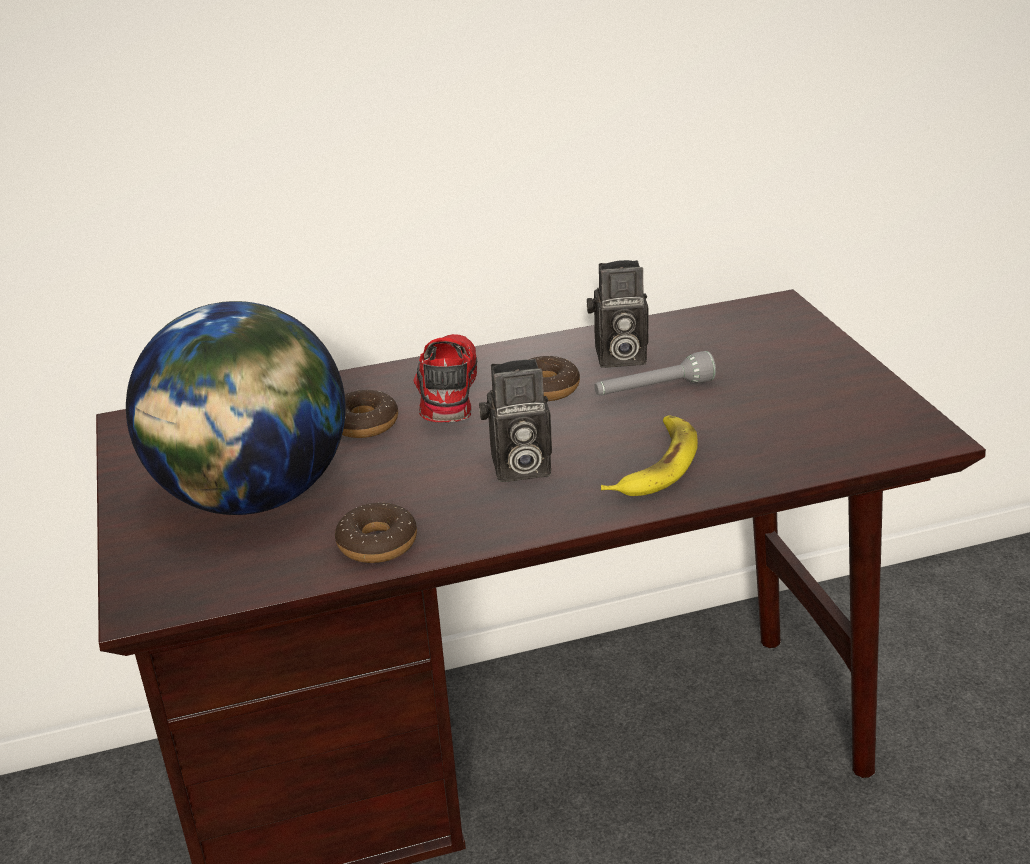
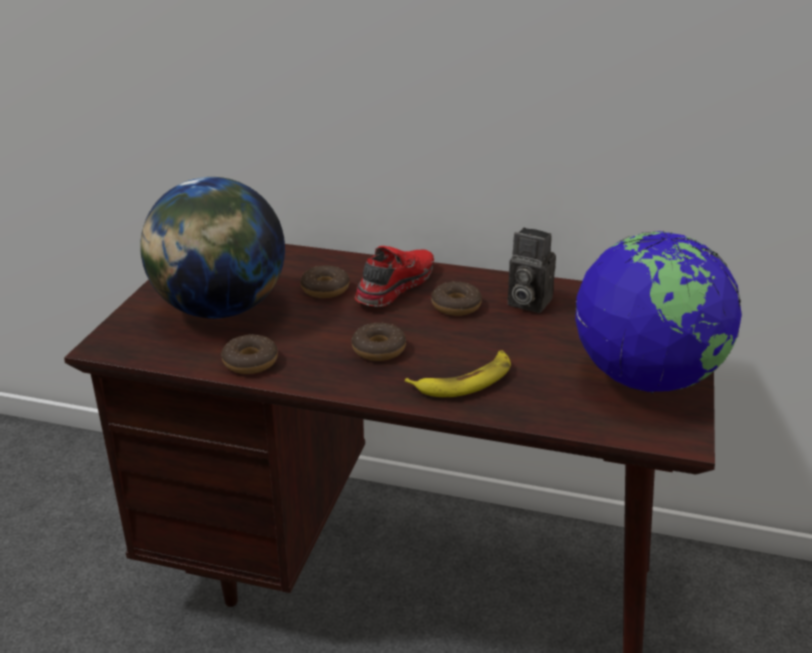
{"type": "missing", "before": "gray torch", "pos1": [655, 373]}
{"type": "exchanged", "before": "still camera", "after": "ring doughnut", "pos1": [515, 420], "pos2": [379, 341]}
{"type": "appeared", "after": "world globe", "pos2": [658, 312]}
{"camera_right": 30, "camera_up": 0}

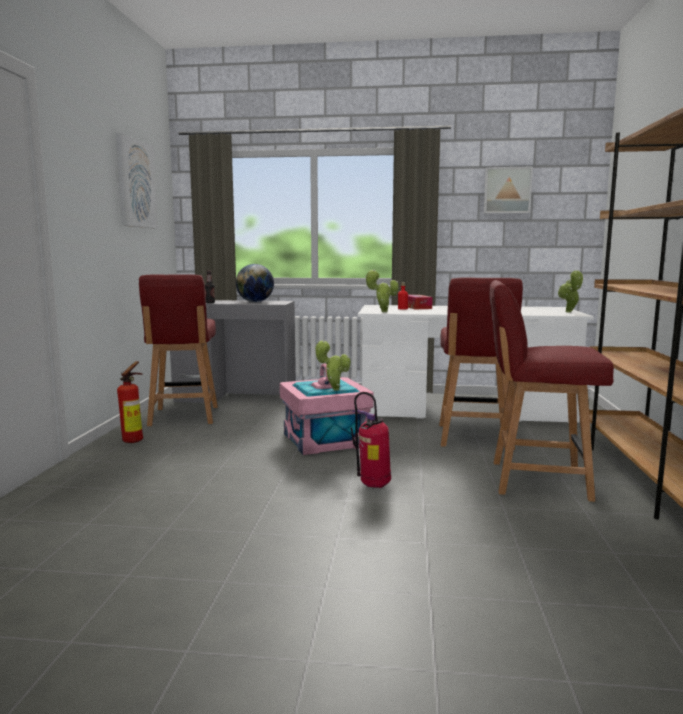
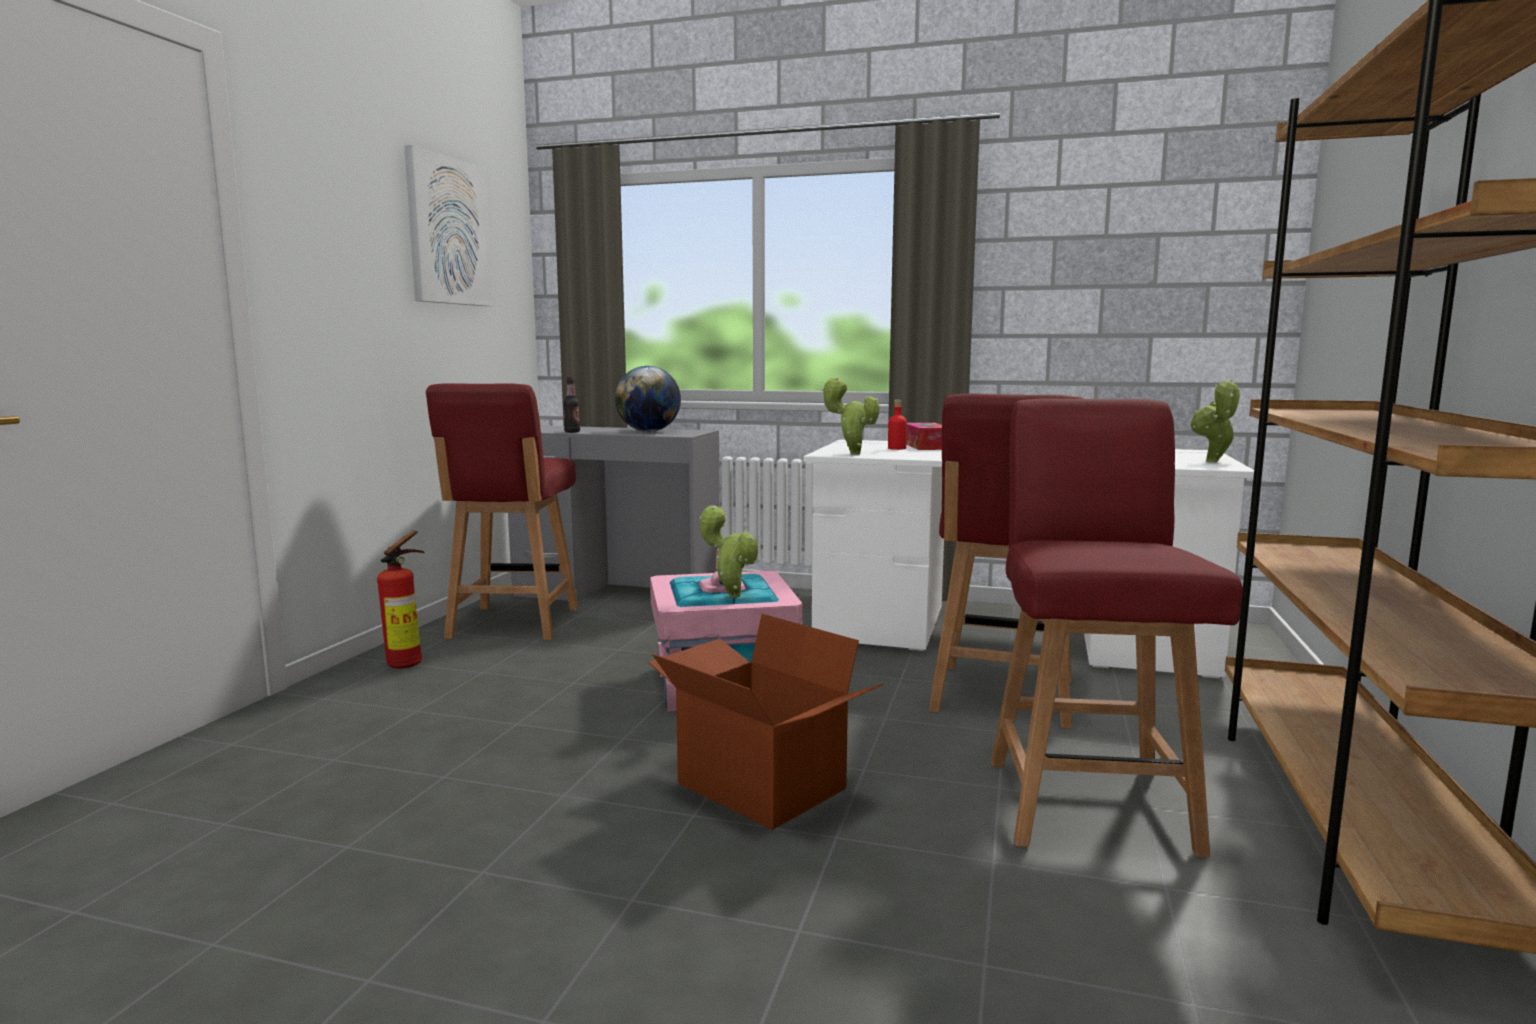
{"type": "missing", "before": "picture", "pos1": [508, 190]}
{"type": "spun", "before": "reddish upright chair", "pos1": [551, 391], "pos2": [1117, 628], "turn": 75}
{"type": "exchanged", "before": "fire-fighting cylinder", "after": "packing box", "pos1": [371, 440], "pos2": [765, 722]}
{"camera_right": 10, "camera_up": 0}

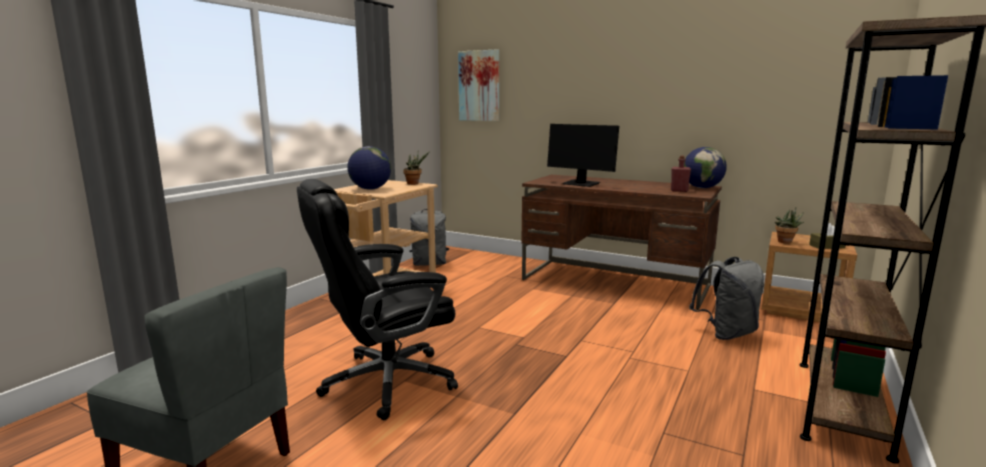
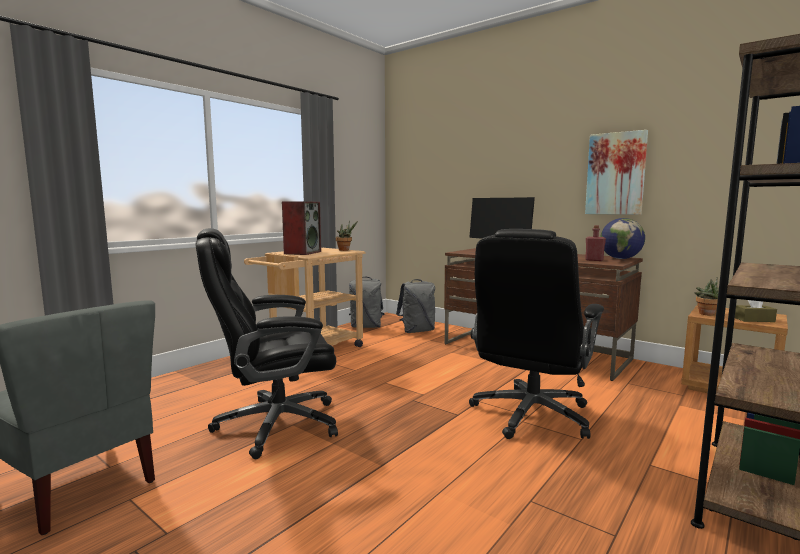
{"type": "relocated", "before": "picture", "pos1": [478, 85], "pos2": [616, 172]}
{"type": "exchanged", "before": "world globe", "after": "audio speaker", "pos1": [369, 168], "pos2": [301, 228]}
{"type": "relocated", "before": "gray backpack", "pos1": [726, 298], "pos2": [415, 306]}
{"type": "appeared", "after": "blackish desk chair", "pos2": [536, 334]}
{"camera_right": 10, "camera_up": -5}

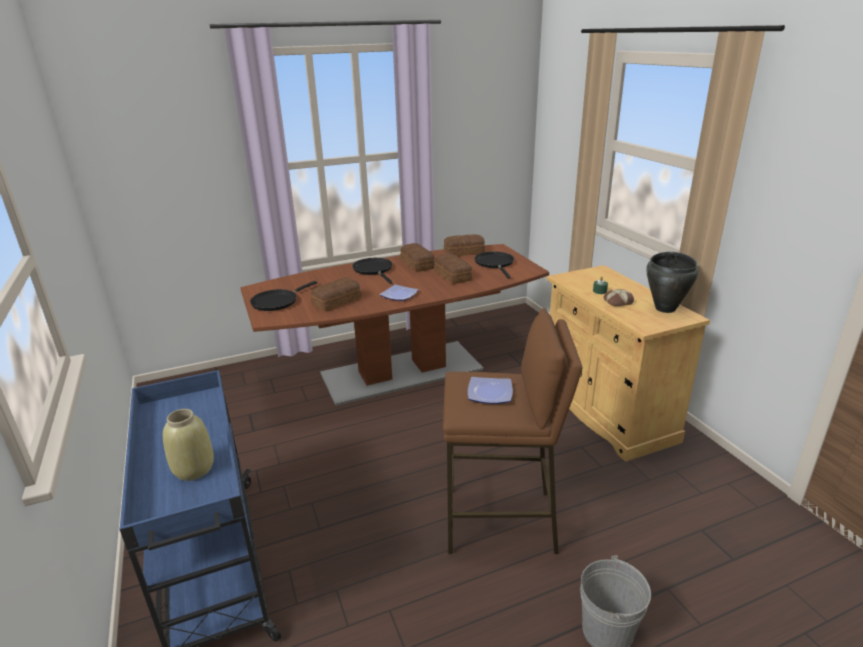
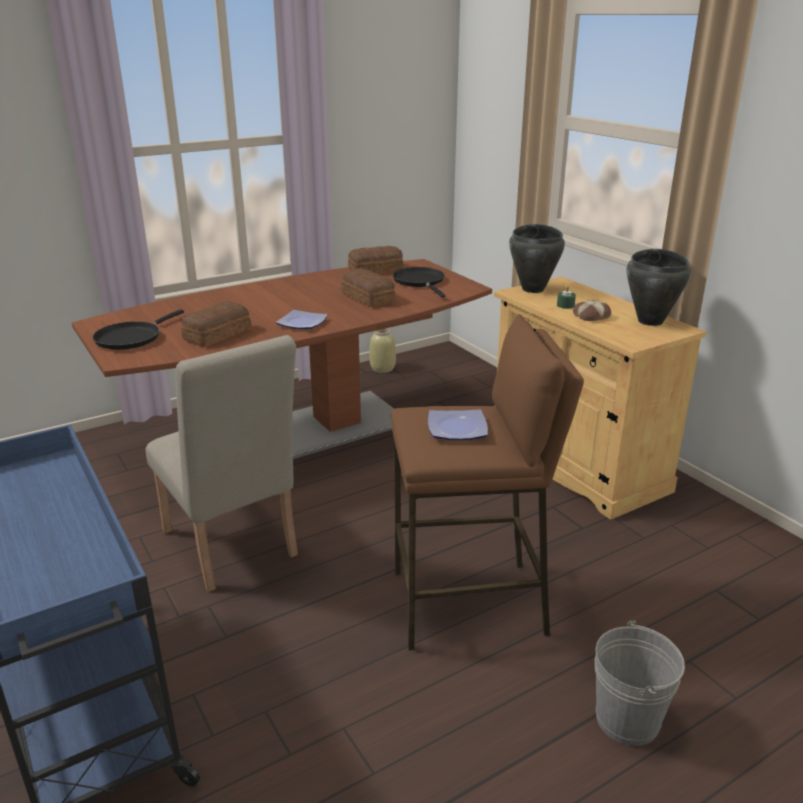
{"type": "missing", "before": "bakery bread", "pos1": [417, 257]}
{"type": "missing", "before": "blackish frying pan", "pos1": [372, 271]}
{"type": "relocated", "before": "beige decorative vase", "pos1": [188, 445], "pos2": [382, 350]}
{"type": "appeared", "after": "blackish cooking pot", "pos2": [537, 258]}
{"type": "appeared", "after": "beige upright chair", "pos2": [222, 463]}
{"camera_right": -10, "camera_up": 0}

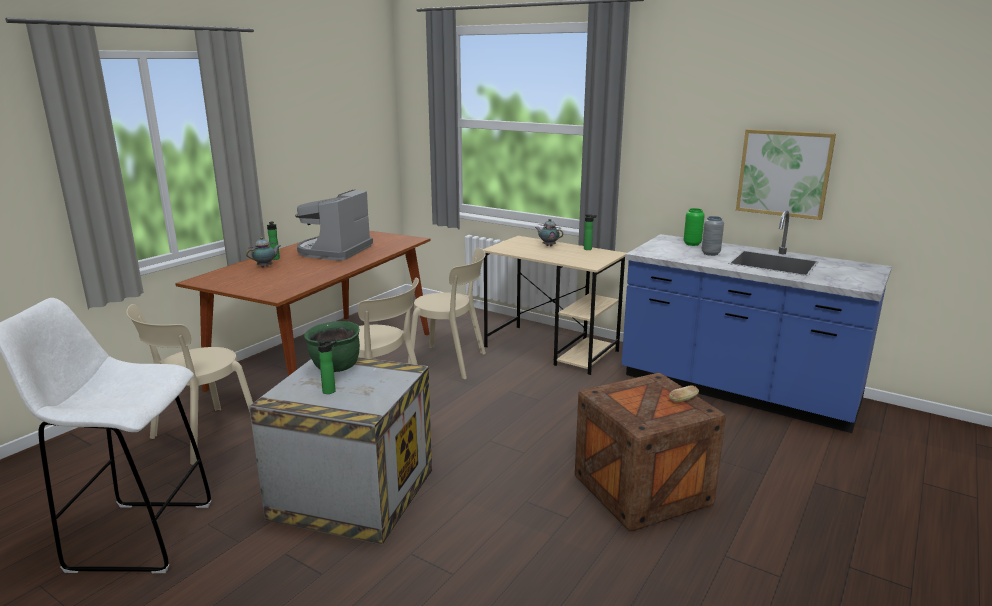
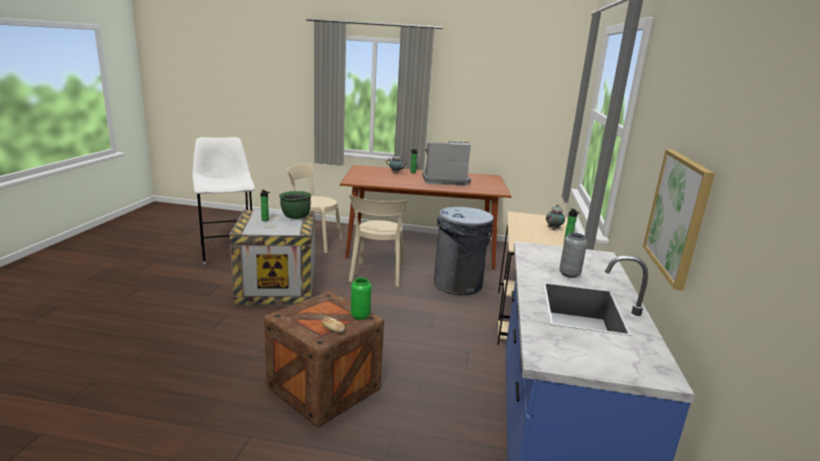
{"type": "relocated", "before": "greenish decorative vase", "pos1": [694, 227], "pos2": [361, 299]}
{"type": "exchanged", "before": "beige upright chair", "after": "gray rubbish bin", "pos1": [447, 313], "pos2": [463, 251]}
{"camera_right": 65, "camera_up": 0}

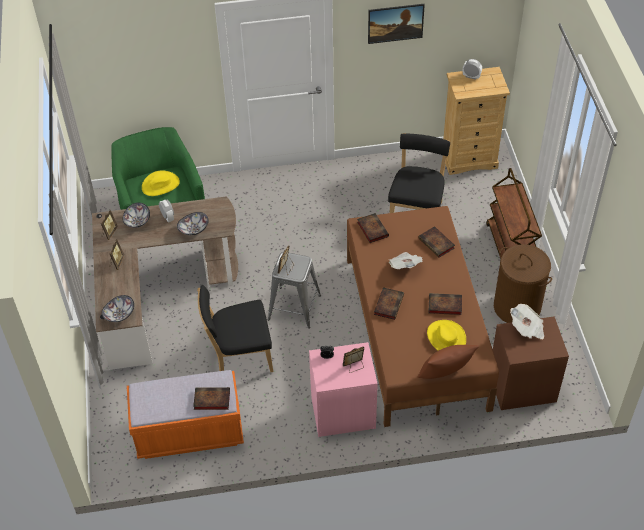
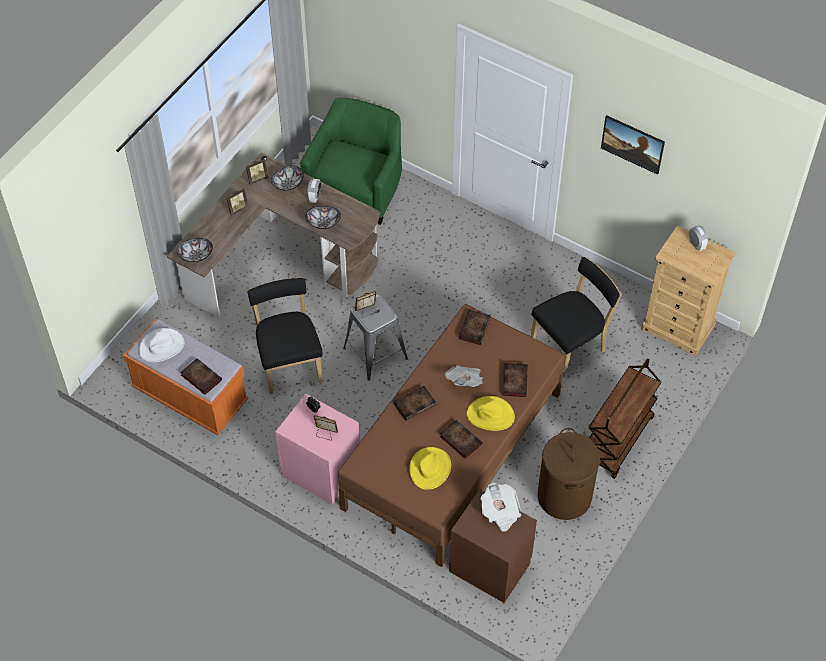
{"type": "relocated", "before": "yellowish hat", "pos1": [161, 183], "pos2": [491, 413]}
{"type": "spun", "before": "blackish upright chair", "pos1": [235, 328], "pos2": [285, 335], "turn": 45}
{"type": "missing", "before": "brown pillow", "pos1": [448, 362]}
{"type": "appeared", "after": "white hat", "pos2": [162, 345]}
{"camera_right": 40, "camera_up": 5}

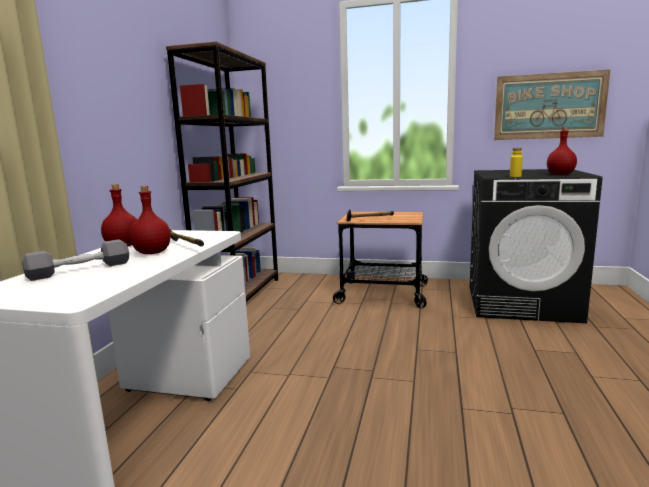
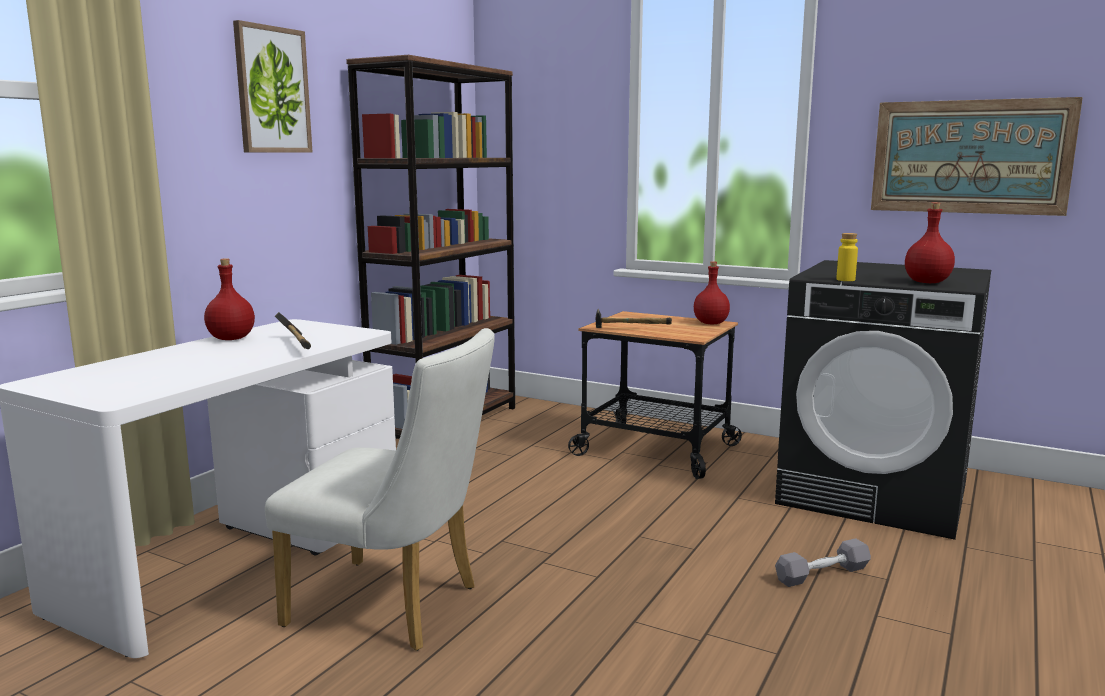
{"type": "relocated", "before": "reddish beverage bottle", "pos1": [150, 220], "pos2": [712, 293]}
{"type": "relocated", "before": "gray free weight", "pos1": [75, 260], "pos2": [823, 562]}
{"type": "appeared", "after": "picture", "pos2": [272, 86]}
{"type": "appeared", "after": "white upright chair", "pos2": [380, 489]}
{"camera_right": 15, "camera_up": 0}

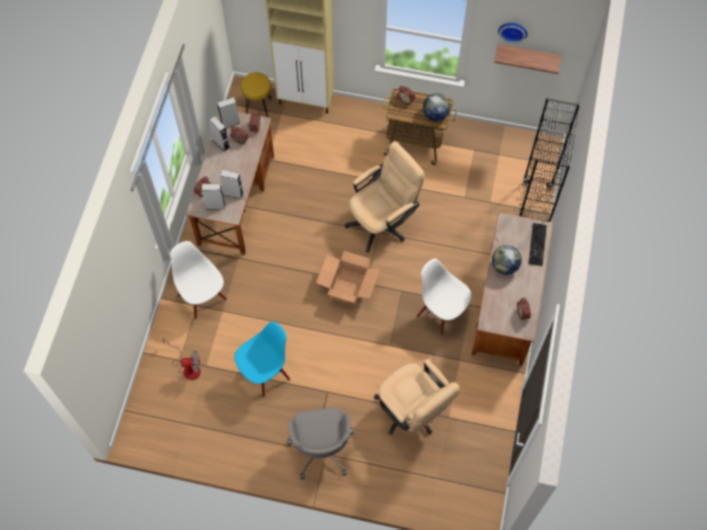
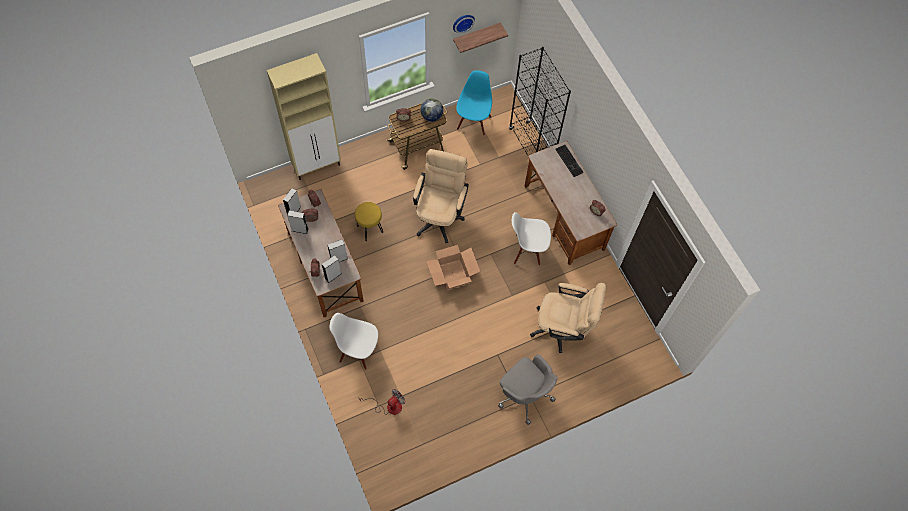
{"type": "relocated", "before": "yellowish sitting stool", "pos1": [256, 94], "pos2": [369, 221]}
{"type": "missing", "before": "world globe", "pos1": [507, 260]}
{"type": "relocated", "before": "bluish upright chair", "pos1": [262, 359], "pos2": [474, 103]}
{"camera_right": -40, "camera_up": 0}

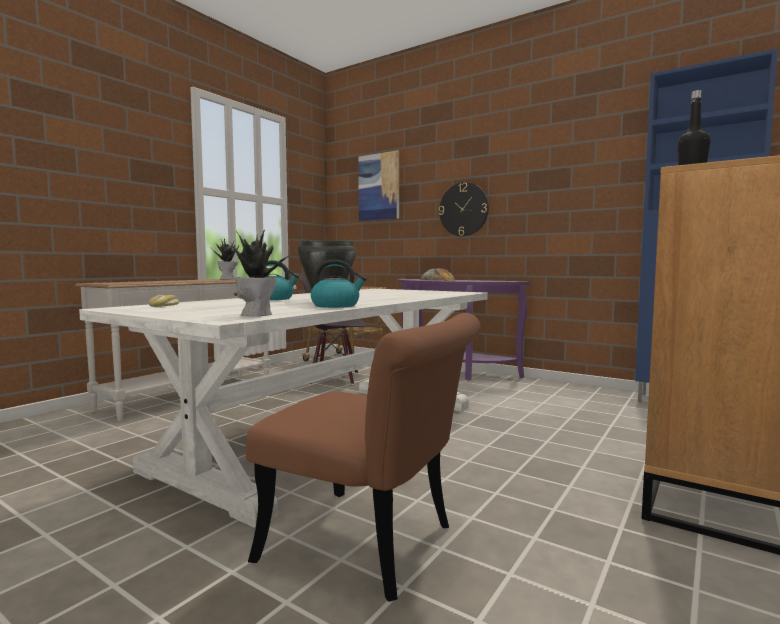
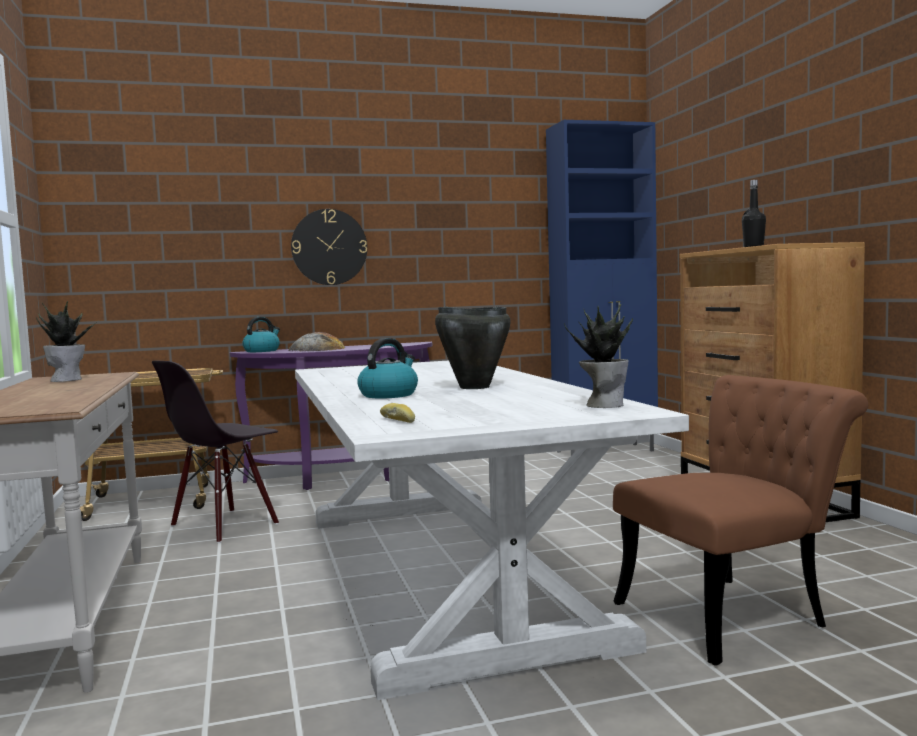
{"type": "missing", "before": "picture", "pos1": [378, 185]}
{"type": "relocated", "before": "kettle", "pos1": [338, 284], "pos2": [261, 334]}
{"camera_right": -50, "camera_up": 0}

